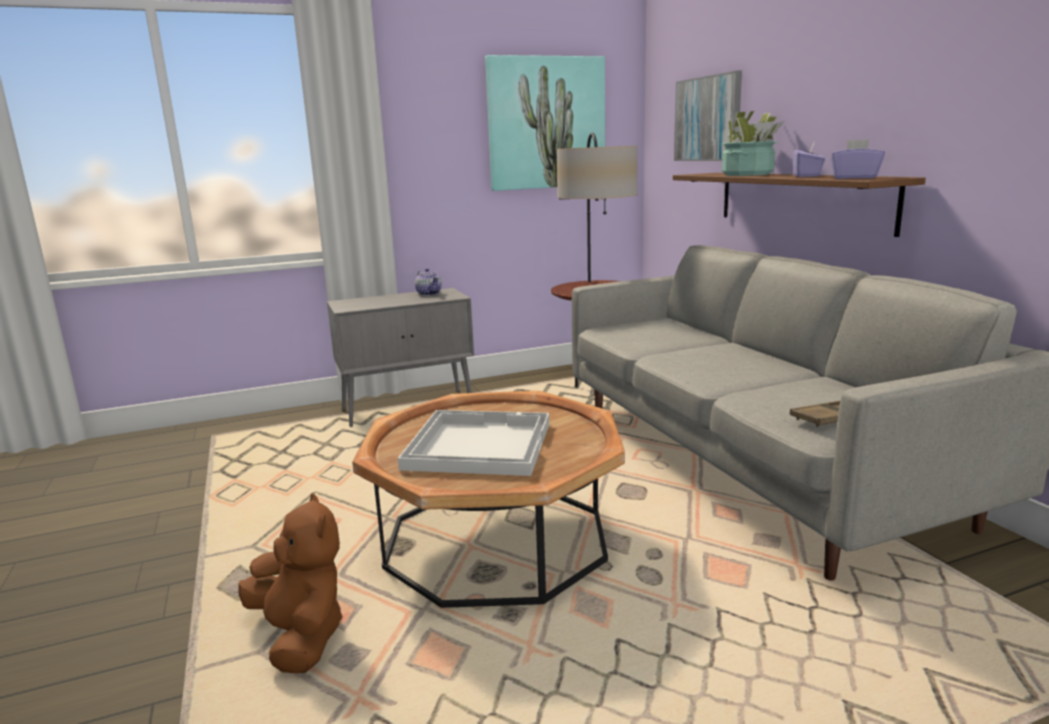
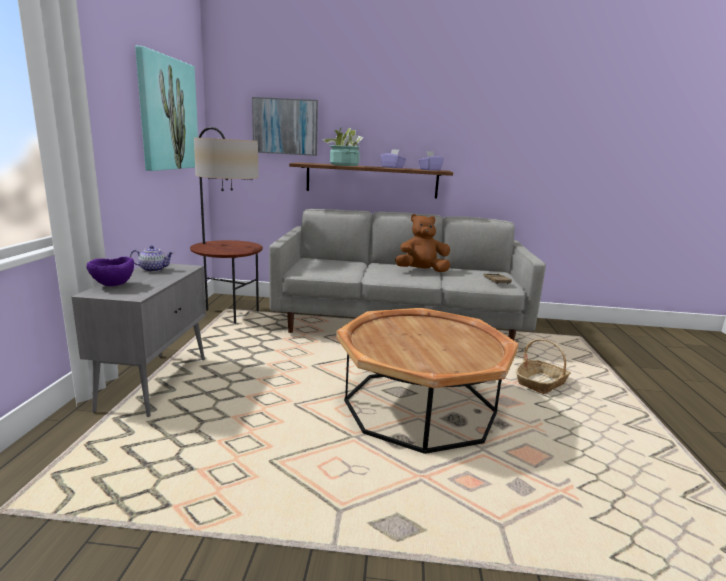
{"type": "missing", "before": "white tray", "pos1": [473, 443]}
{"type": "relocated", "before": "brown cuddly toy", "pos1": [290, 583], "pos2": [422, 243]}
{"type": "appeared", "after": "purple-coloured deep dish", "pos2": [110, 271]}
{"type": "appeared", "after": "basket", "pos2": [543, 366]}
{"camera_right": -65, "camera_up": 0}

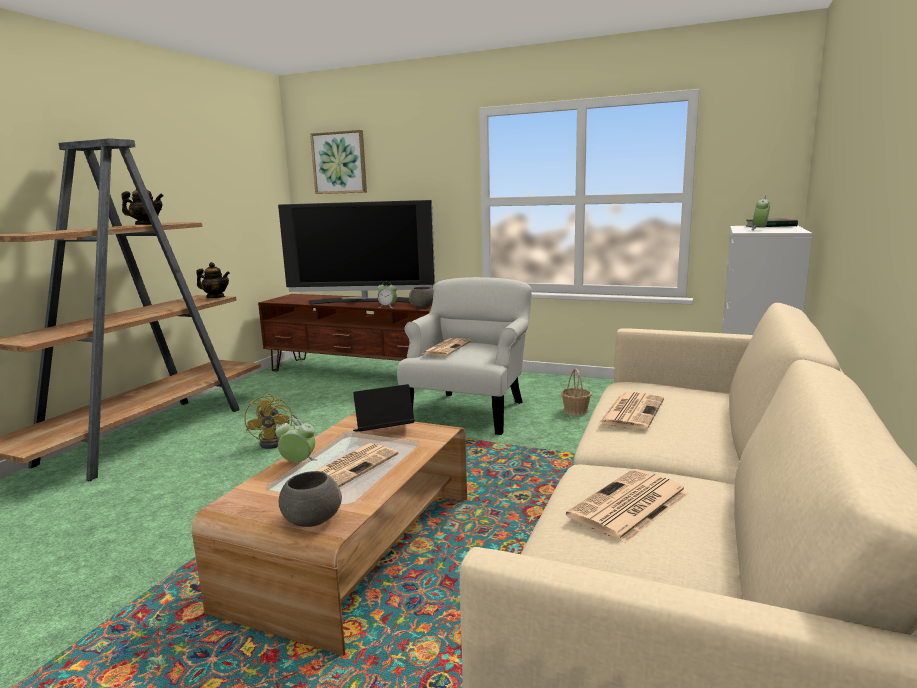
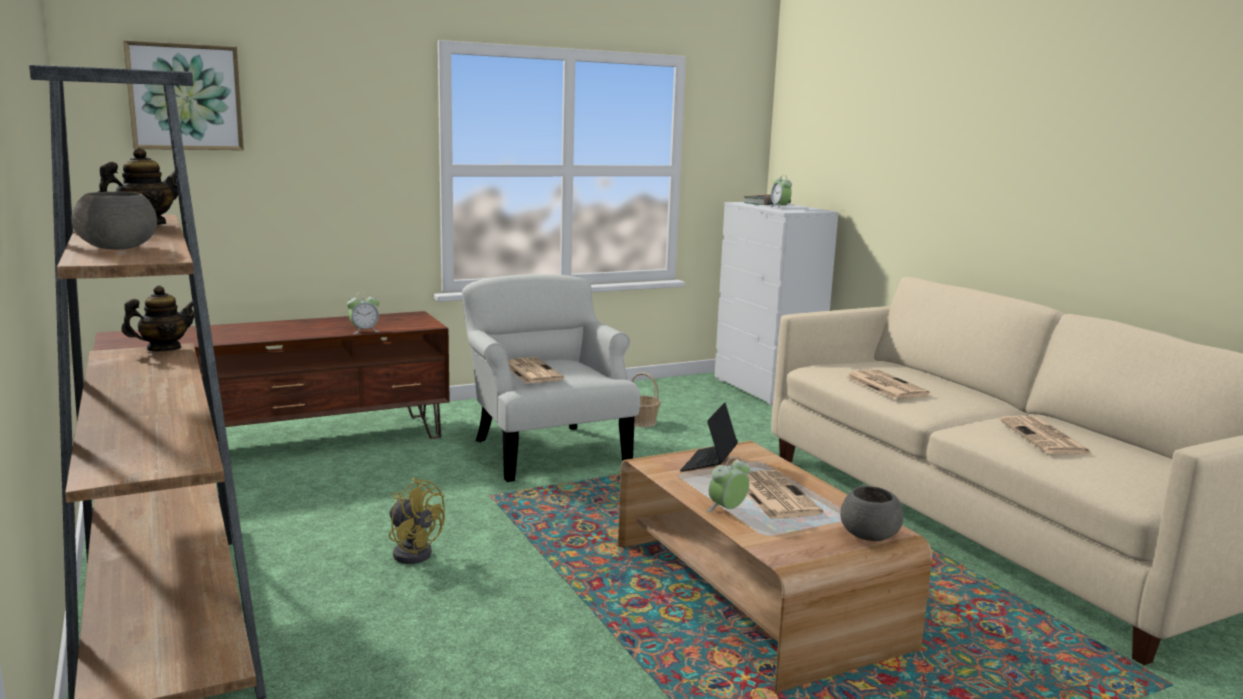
{"type": "missing", "before": "TV", "pos1": [356, 252]}
{"type": "relocated", "before": "gray deep dish", "pos1": [421, 297], "pos2": [114, 220]}
{"camera_right": -50, "camera_up": 0}

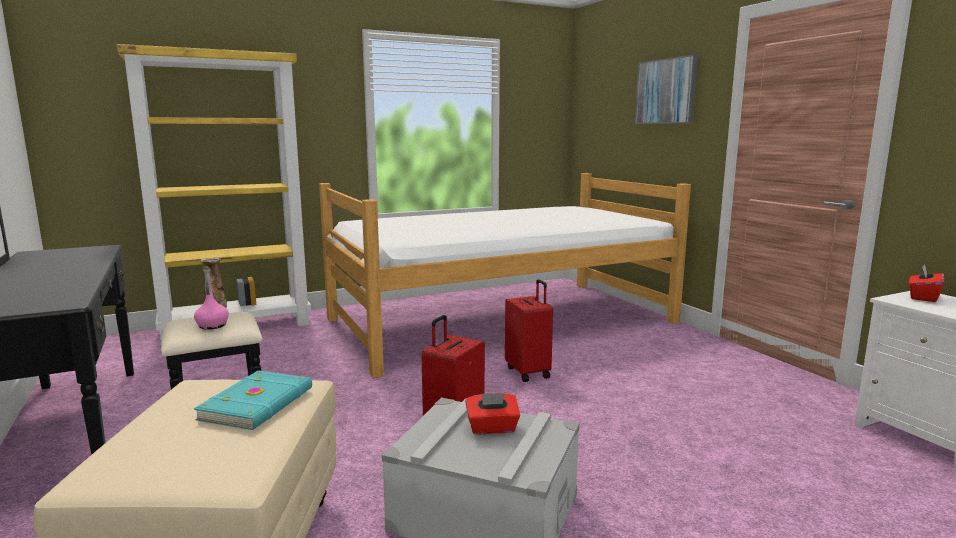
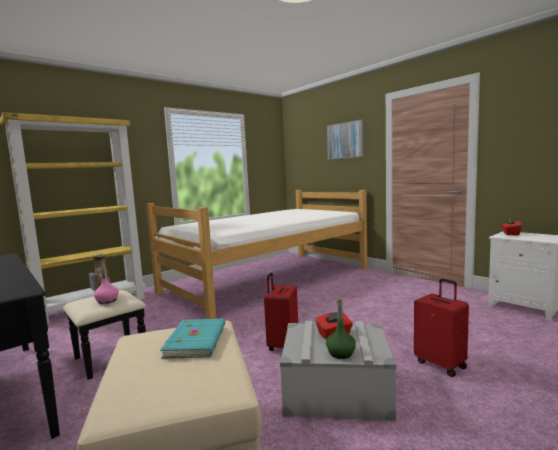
{"type": "relocated", "before": "reddish suitcase", "pos1": [529, 330], "pos2": [441, 327]}
{"type": "appeared", "after": "greenish beverage bottle", "pos2": [341, 329]}
{"camera_right": -15, "camera_up": -5}

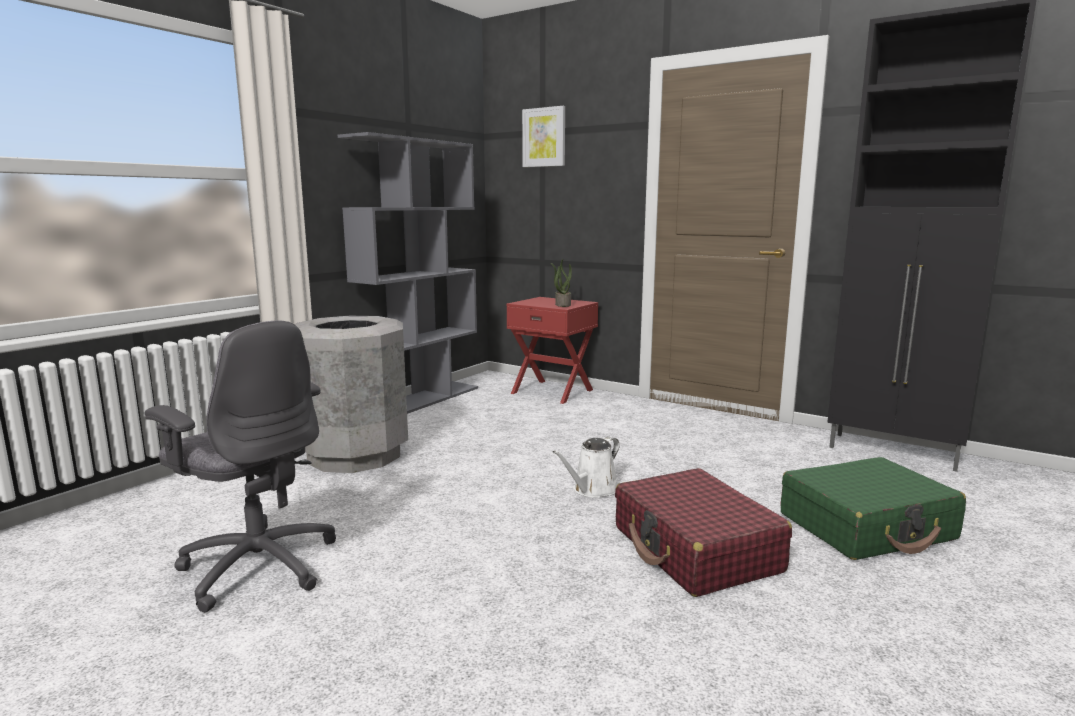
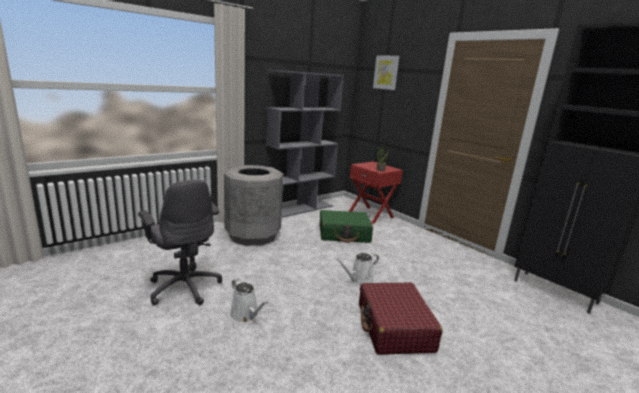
{"type": "relocated", "before": "greenish suitcase", "pos1": [873, 508], "pos2": [346, 226]}
{"type": "appeared", "after": "white watering can", "pos2": [249, 301]}
{"camera_right": 15, "camera_up": 5}

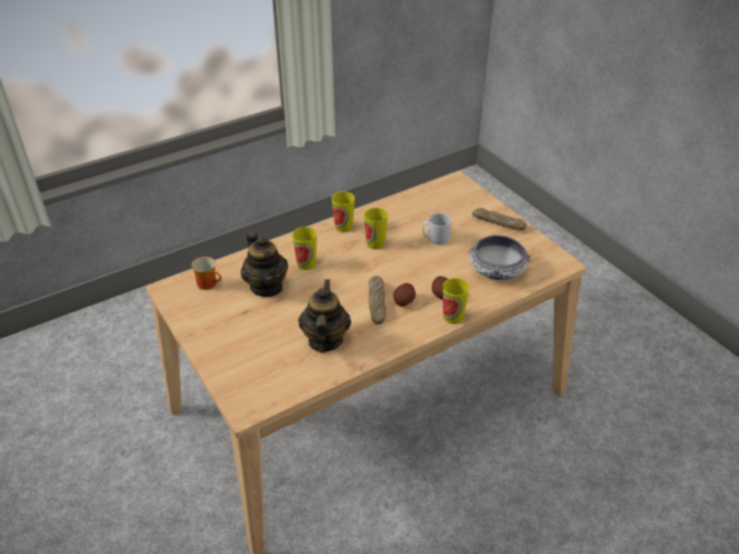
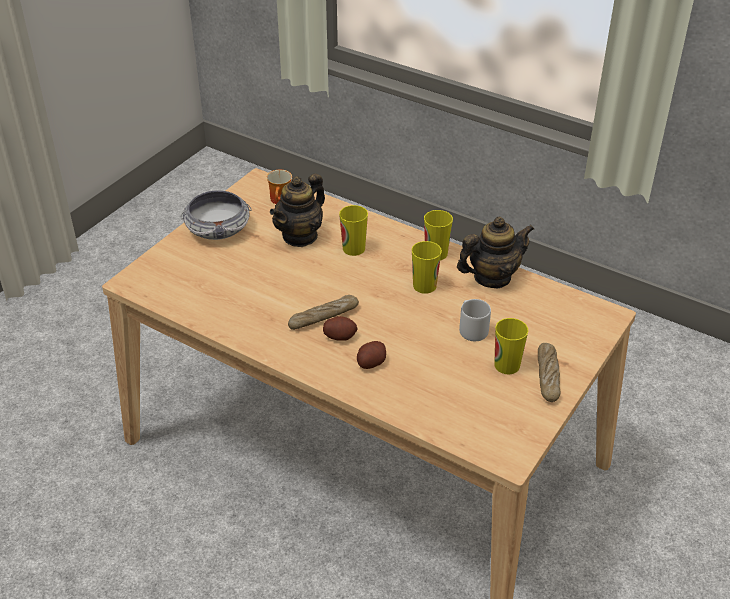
{"type": "relocated", "before": "deep dish", "pos1": [499, 257], "pos2": [216, 215]}
{"type": "relocated", "before": "drinking cup", "pos1": [456, 301], "pos2": [511, 346]}
{"type": "relocated", "before": "teapot", "pos1": [324, 316], "pos2": [495, 252]}
{"camera_right": 65, "camera_up": 0}

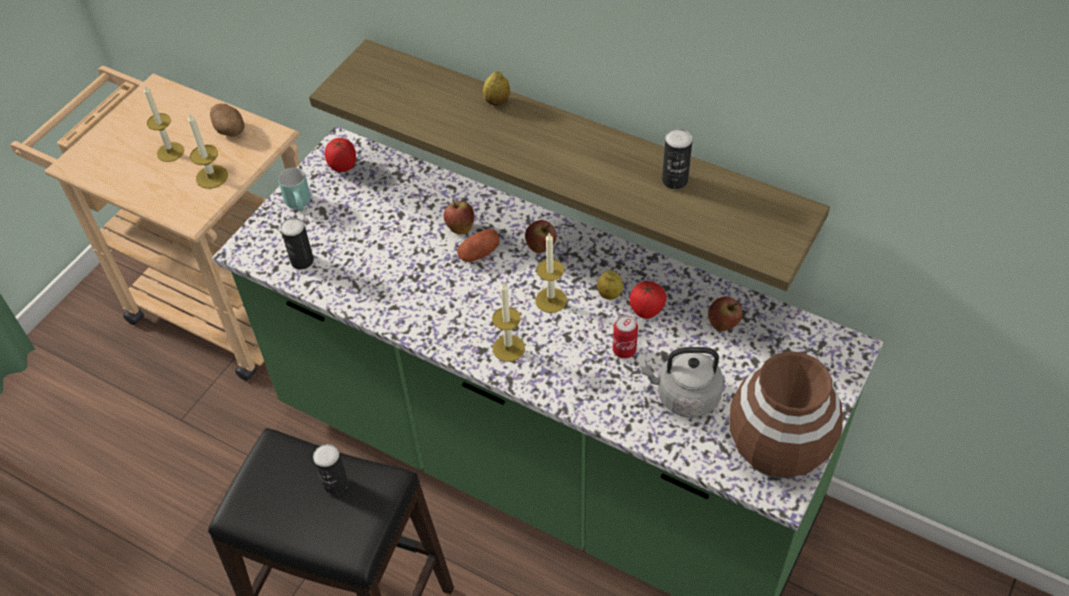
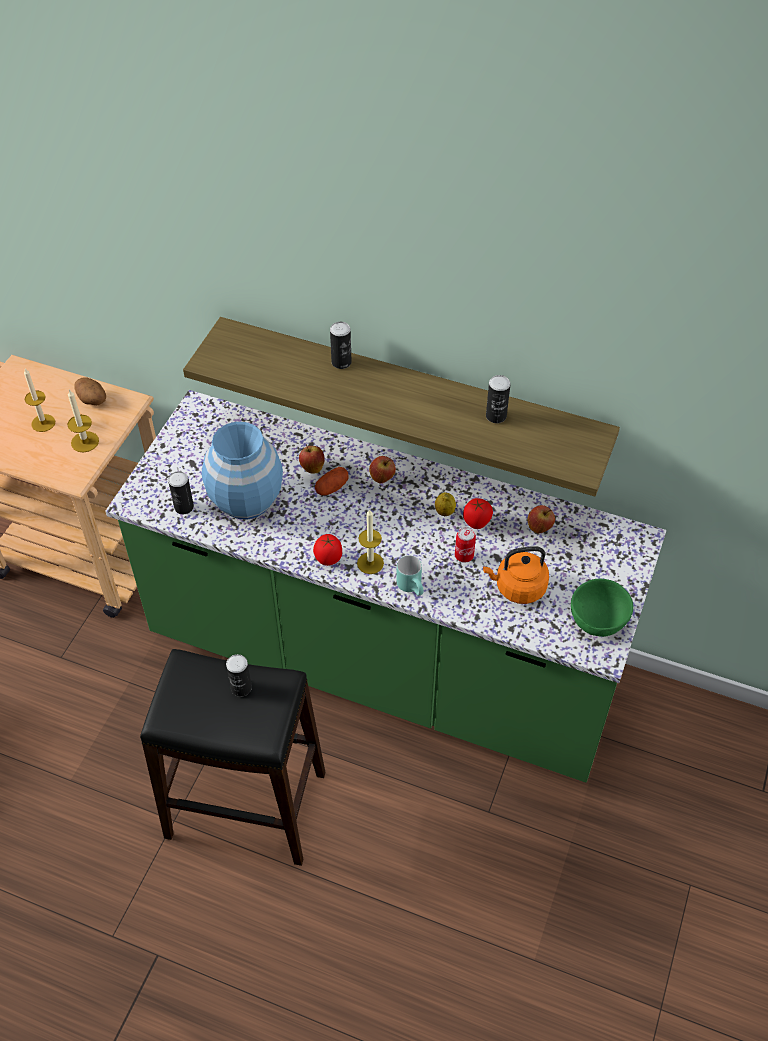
{"type": "exchanged", "before": "citrus fruit", "after": "can", "pos1": [496, 88], "pos2": [341, 345]}
{"type": "relocated", "before": "fresh tomato", "pos1": [340, 155], "pos2": [327, 550]}
{"type": "relocated", "before": "turquoise tea mug", "pos1": [294, 189], "pos2": [410, 575]}
{"type": "missing", "before": "wax candle", "pos1": [551, 273]}
{"type": "colour", "before": "gray kettle", "after": "orange-coloured kettle", "pos1": [682, 382], "pos2": [516, 575]}
{"type": "exchanged", "before": "brown decorative vase", "after": "greenish deep dish", "pos1": [786, 415], "pos2": [602, 608]}
{"type": "appeared", "after": "bluish decorative vase", "pos2": [242, 470]}
{"camera_right": -10, "camera_up": 0}

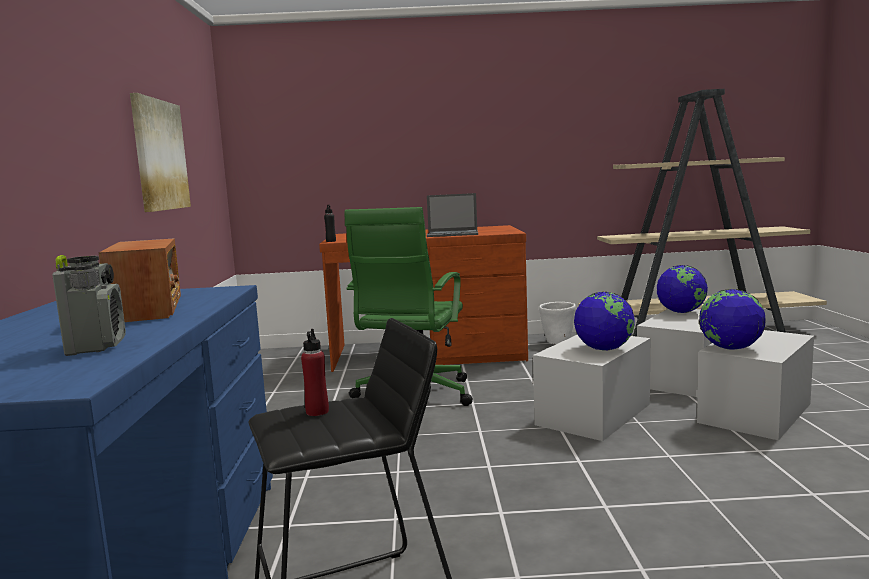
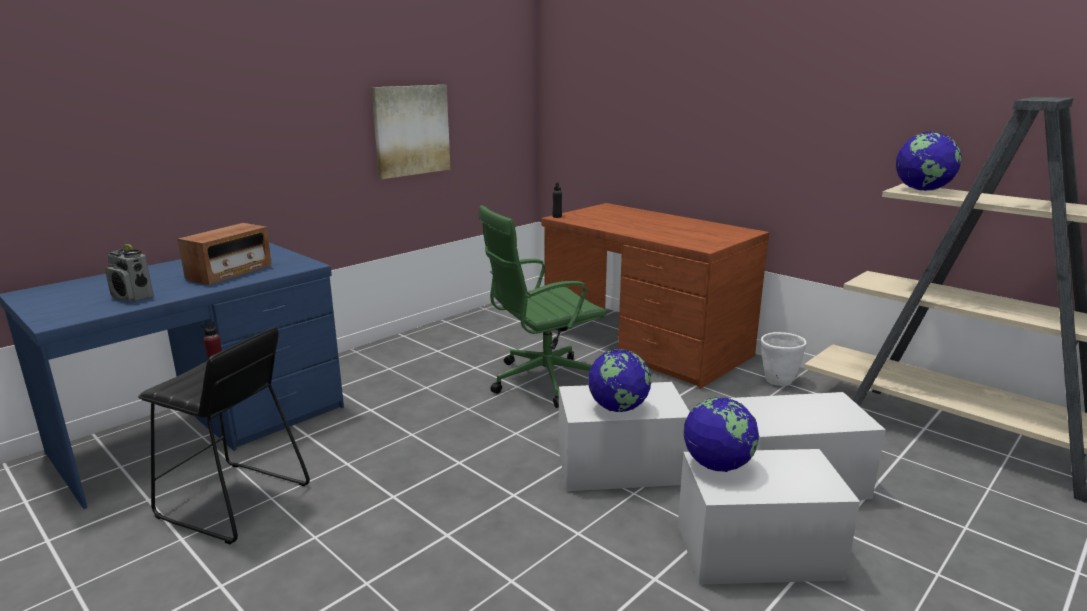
{"type": "missing", "before": "laptop", "pos1": [452, 215]}
{"type": "spun", "before": "radio receiver", "pos1": [88, 305], "pos2": [129, 273], "turn": 90}
{"type": "relocated", "before": "world globe", "pos1": [682, 289], "pos2": [929, 161]}
{"camera_right": 45, "camera_up": 10}

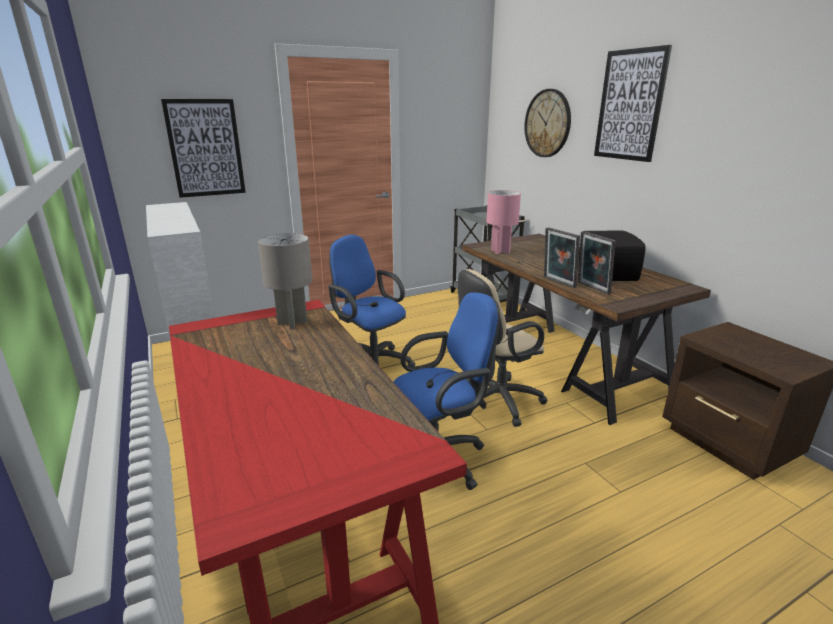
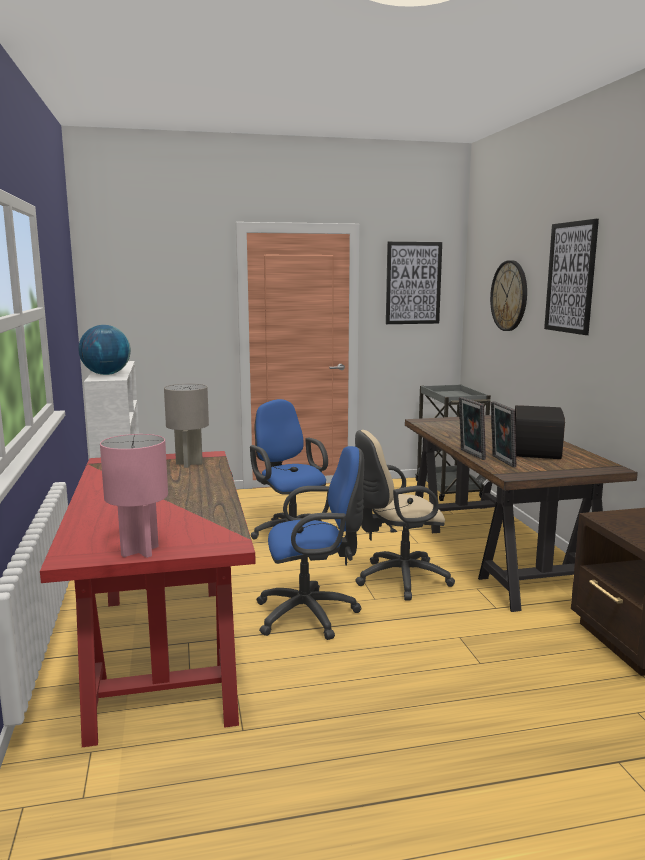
{"type": "relocated", "before": "picture", "pos1": [203, 148], "pos2": [414, 283]}
{"type": "relocated", "before": "pinkish lamp for a table", "pos1": [503, 222], "pos2": [134, 496]}
{"type": "appeared", "after": "world globe", "pos2": [104, 350]}
{"camera_right": 15, "camera_up": -10}

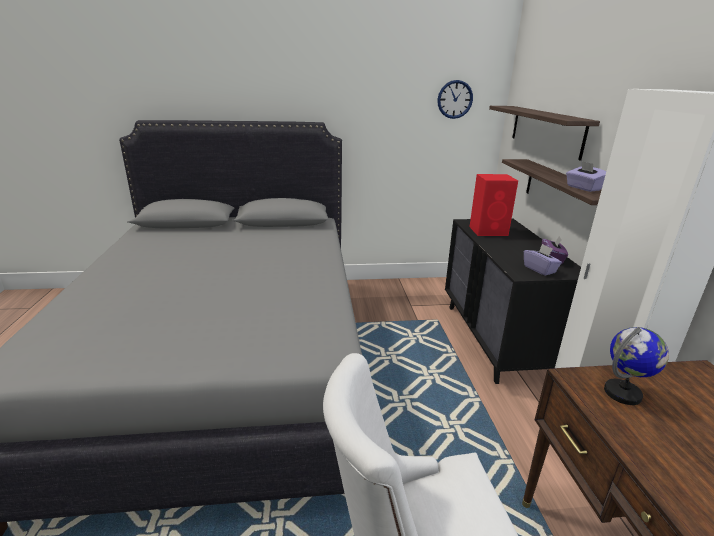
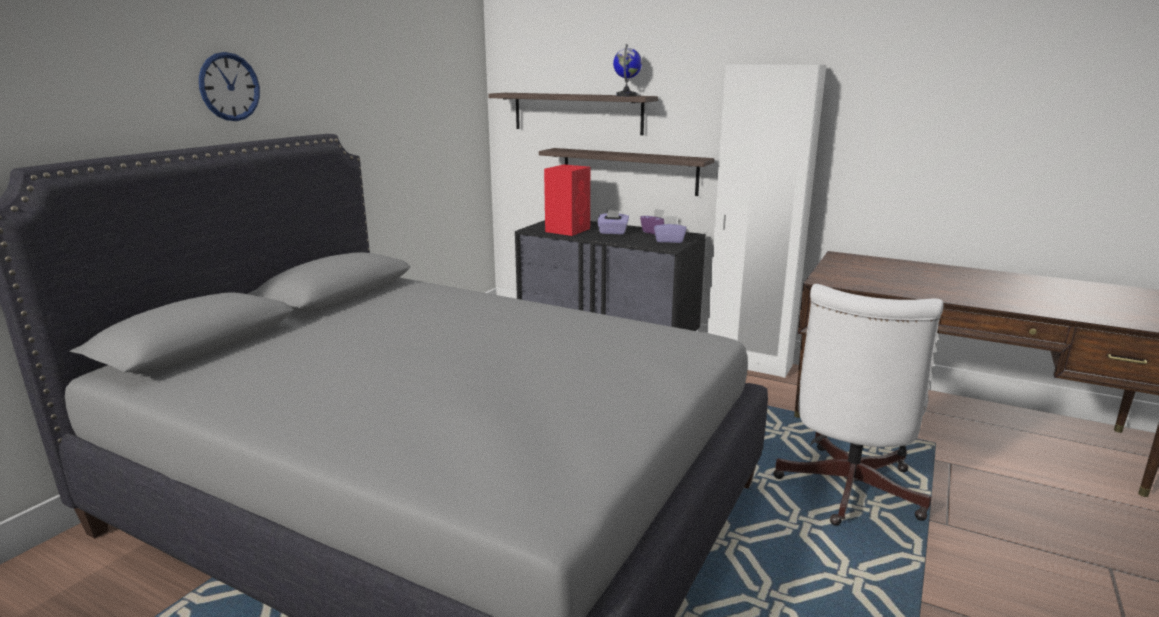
{"type": "relocated", "before": "wall clock", "pos1": [455, 99], "pos2": [229, 86]}
{"type": "relocated", "before": "purple-coloured tissue holder", "pos1": [586, 176], "pos2": [613, 222]}
{"type": "relocated", "before": "world globe", "pos1": [636, 366], "pos2": [627, 70]}
{"camera_right": -55, "camera_up": -5}

